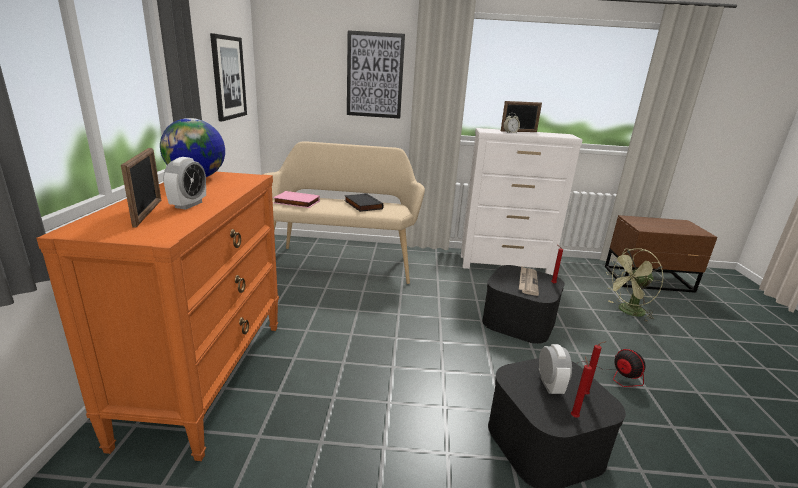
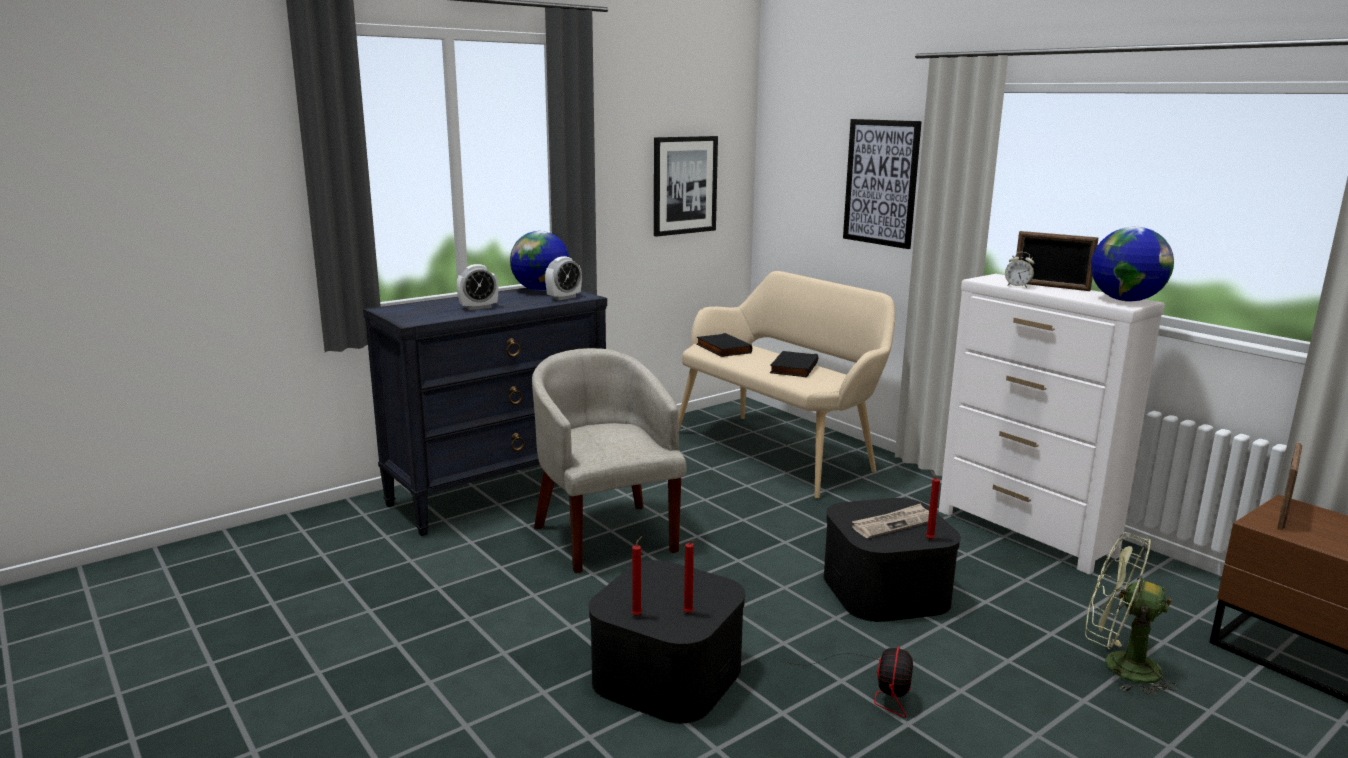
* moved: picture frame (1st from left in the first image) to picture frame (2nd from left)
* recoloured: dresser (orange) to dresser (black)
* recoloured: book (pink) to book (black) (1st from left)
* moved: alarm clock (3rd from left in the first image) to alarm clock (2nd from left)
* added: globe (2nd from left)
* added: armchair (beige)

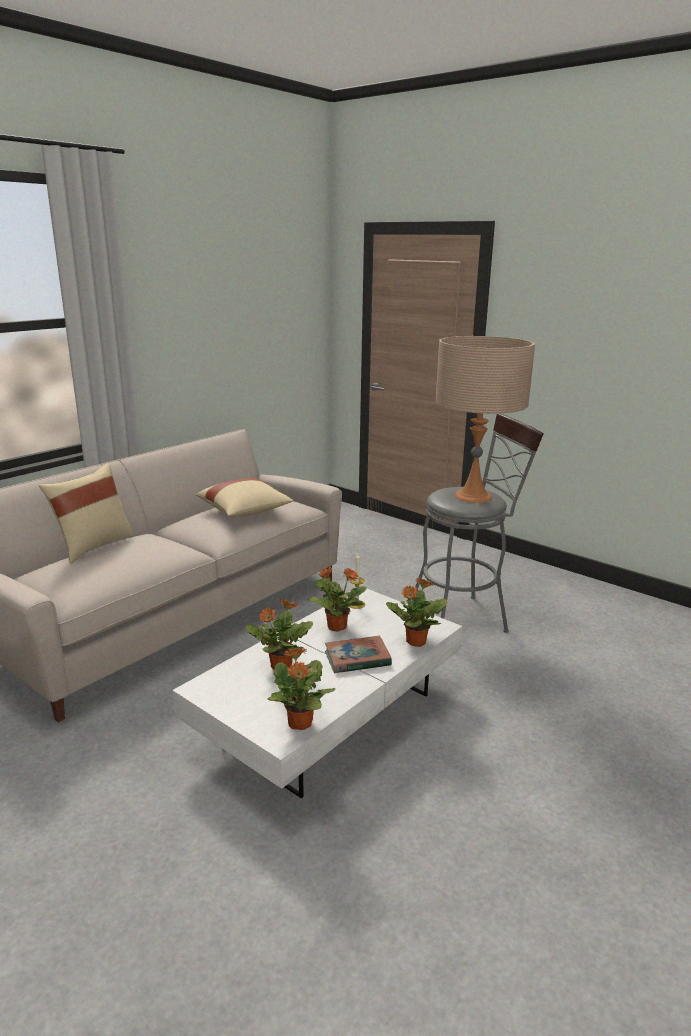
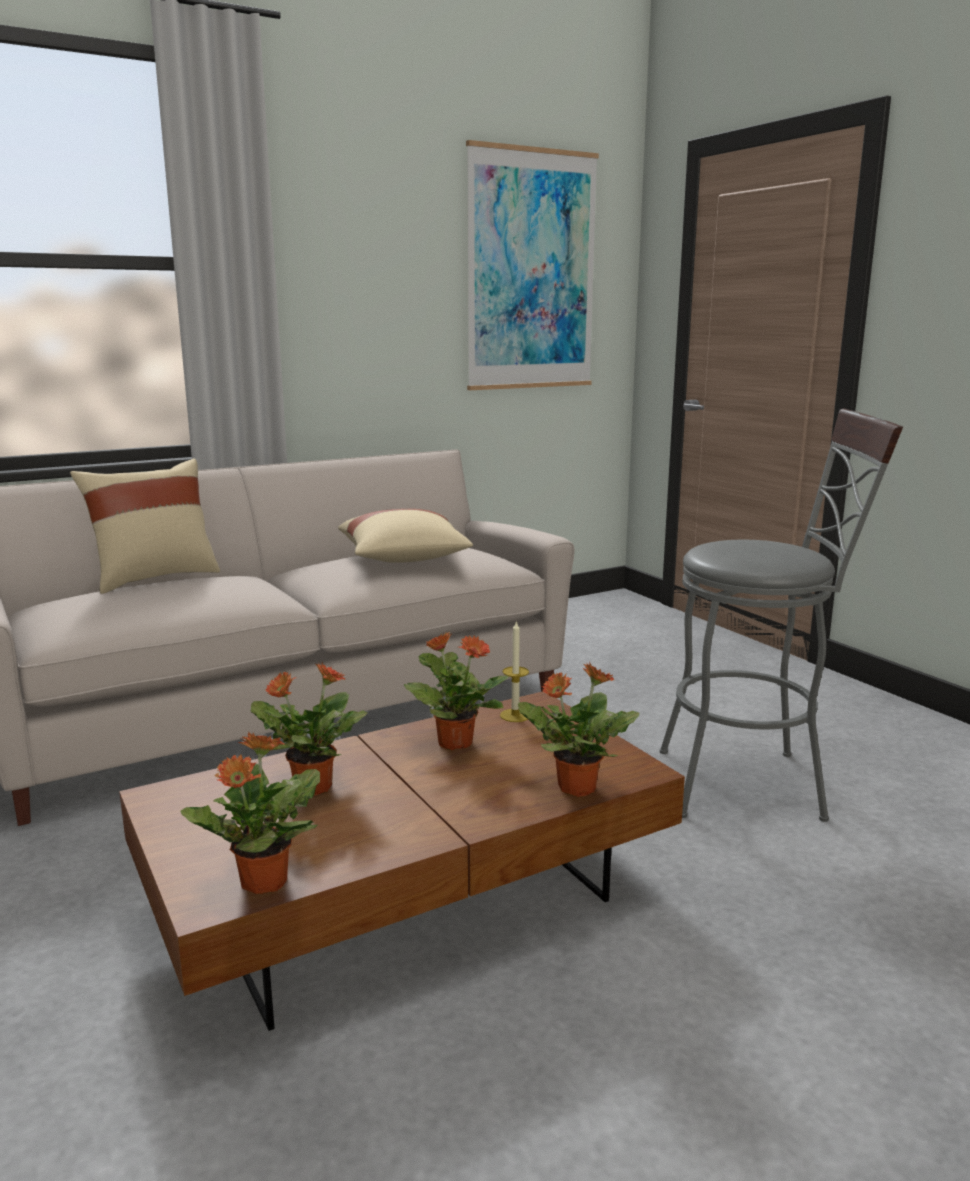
* removed: table lamp (beige)
* recoloured: coffee table (white) to coffee table (brown)
* removed: book
* added: picture

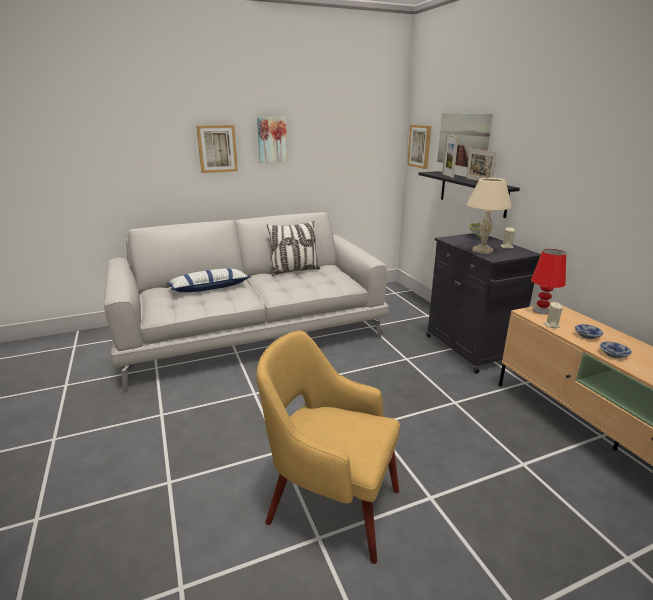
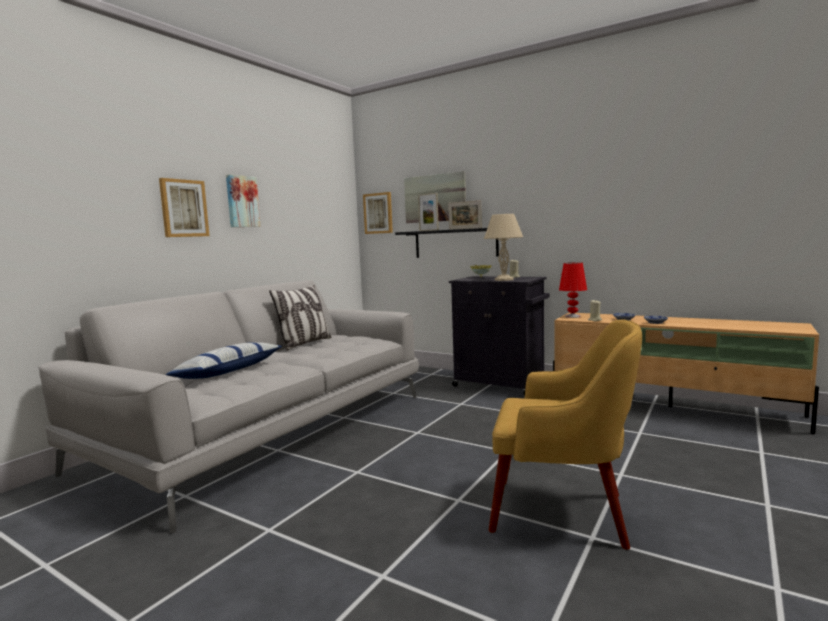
* turned: armchair (yellow) 150 degrees counterclockwise

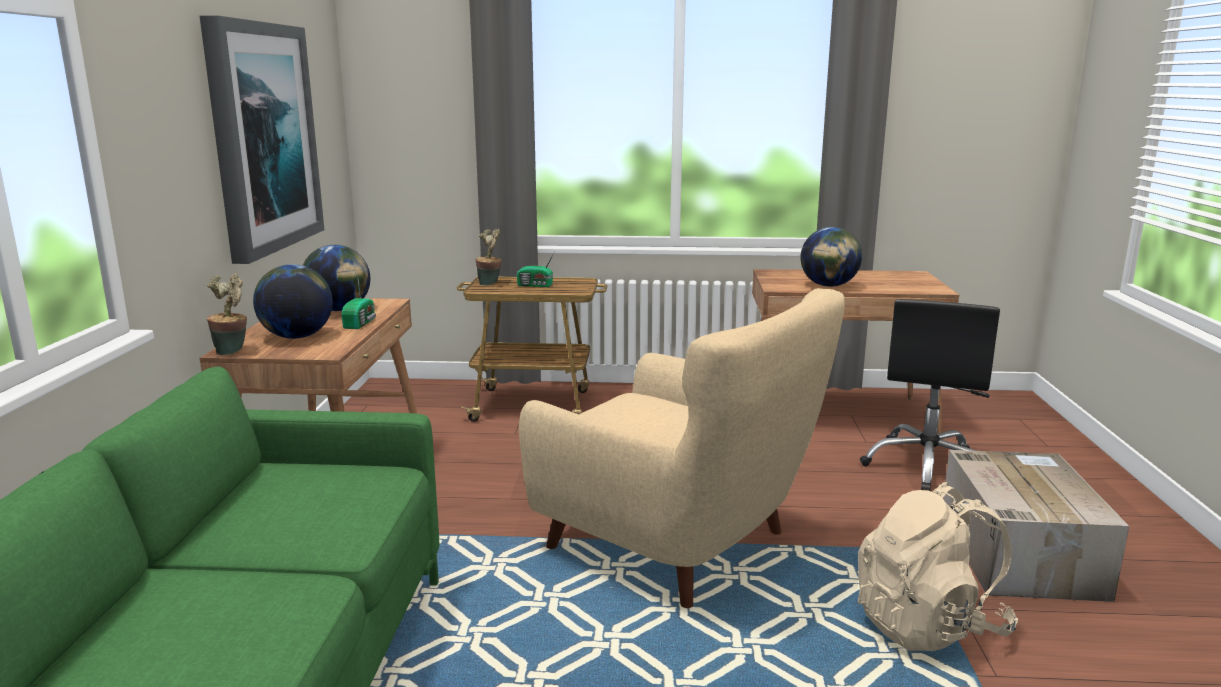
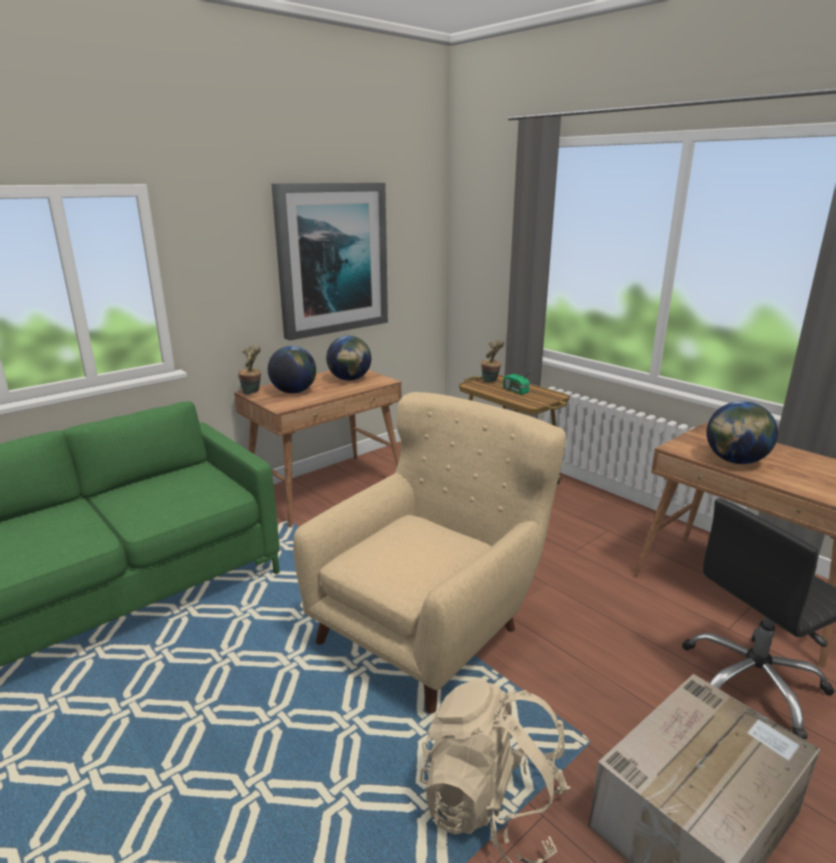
* removed: radio (1st from left)
* turned: armchair (beige) 135 degrees counterclockwise

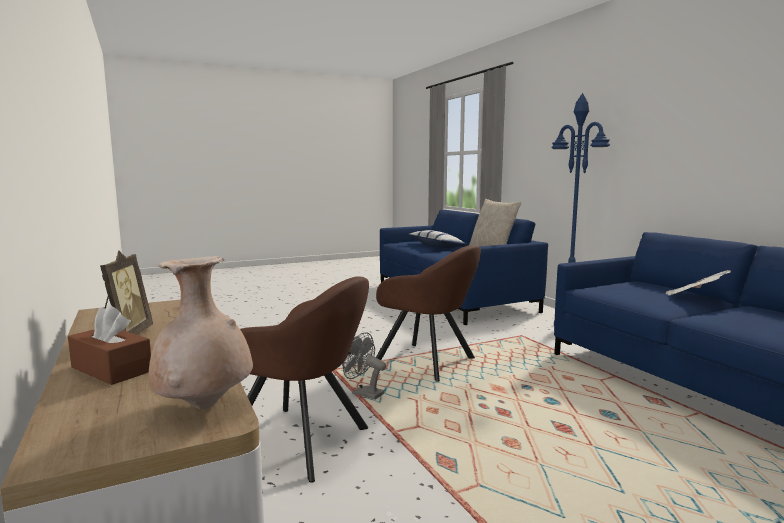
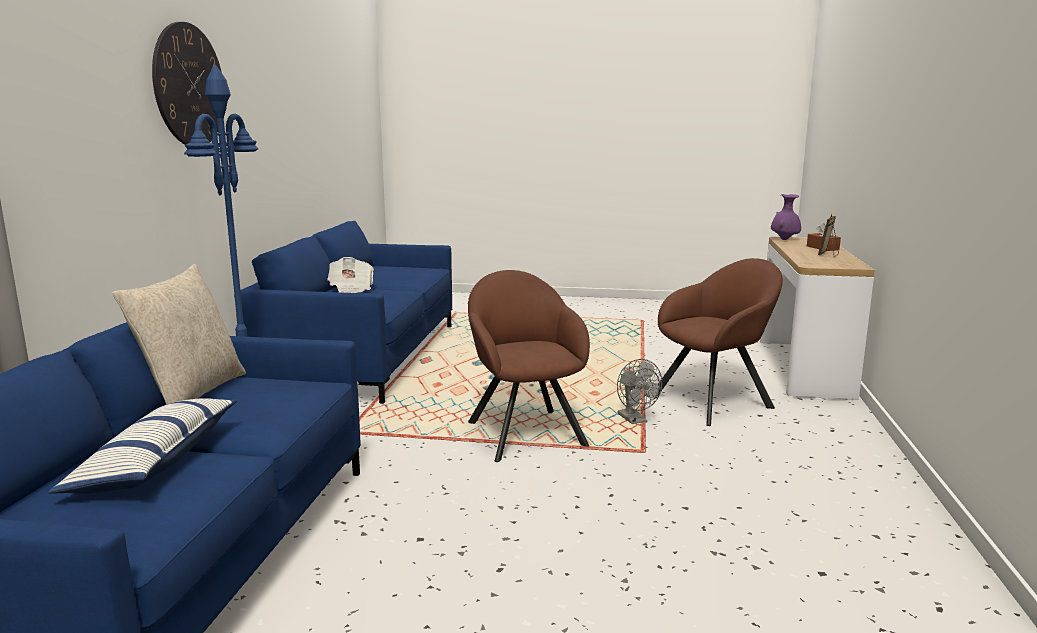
* recoloured: vase (beige) to vase (purple)
* turned: armchair (brown) (1st from left in the first image) 90 degrees clockwise
* added: wall clock

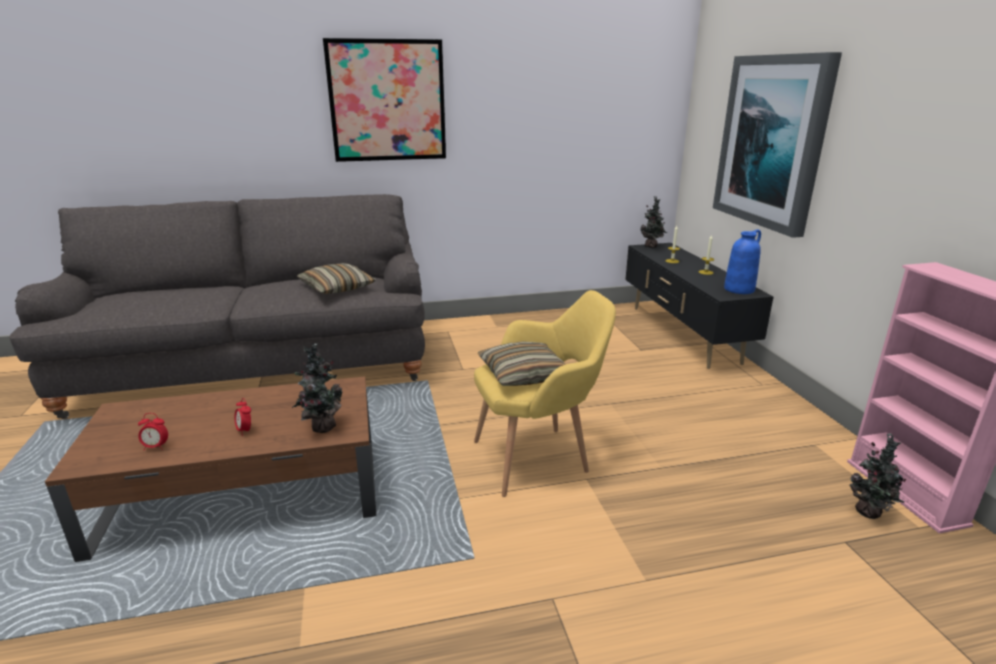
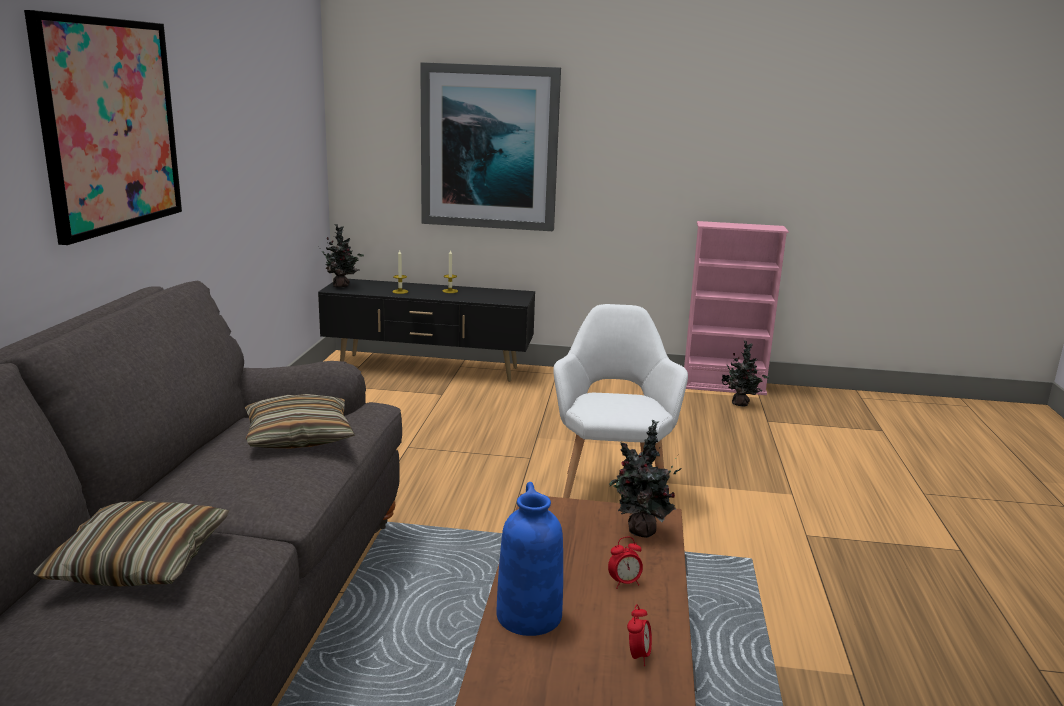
* moved: vase (blue)
* recoloured: armchair (yellow) to armchair (white)
* moved: pillow (2nd from left in the first image) to pillow (1st from left)

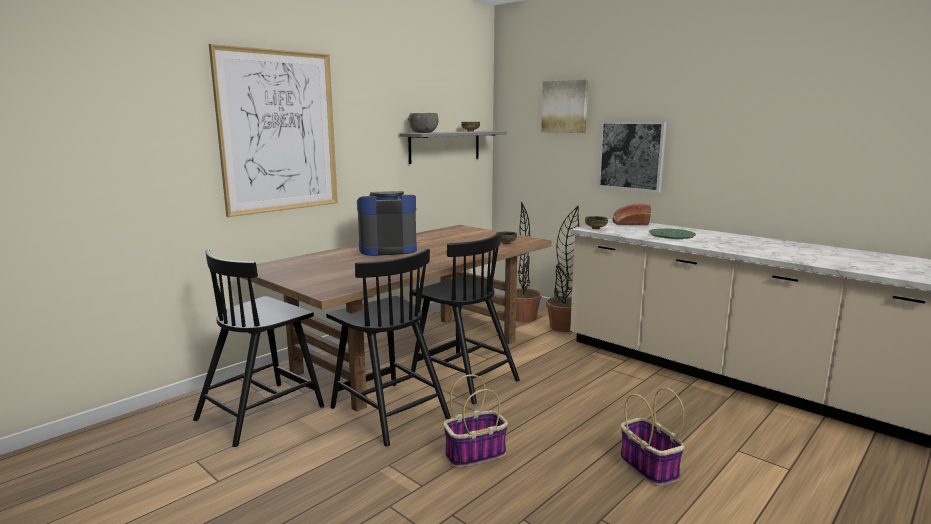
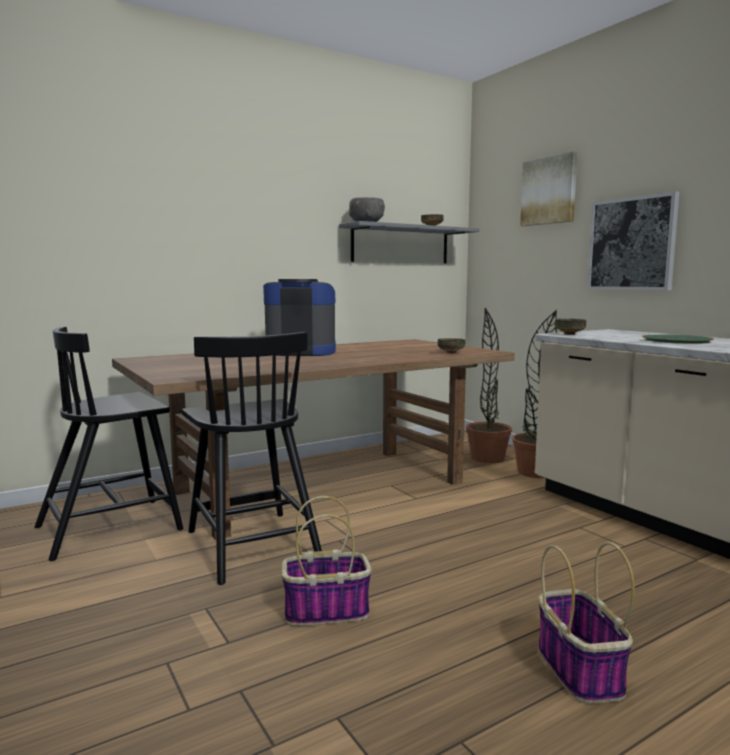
* removed: picture (1st from left)
* removed: bread
* removed: chair (black) (3rd from left)

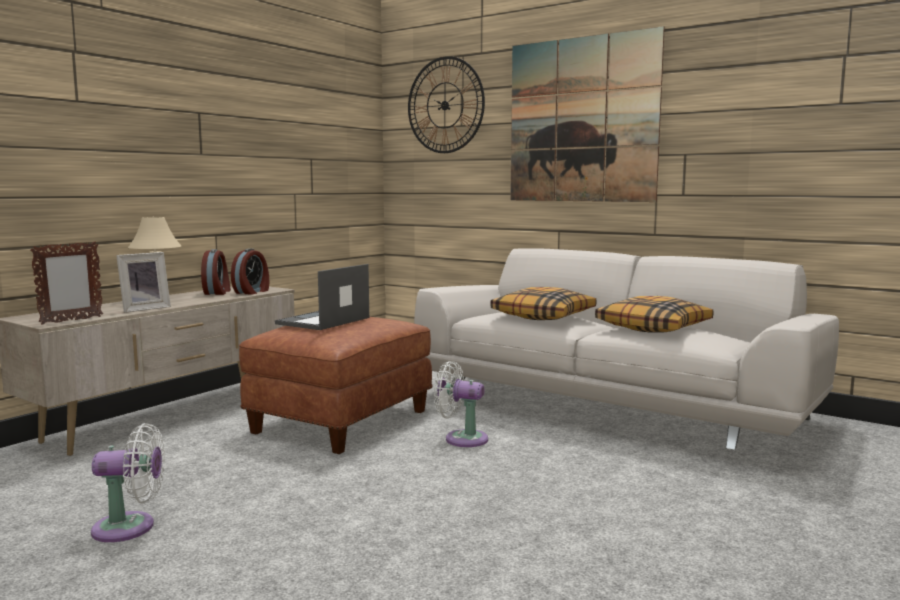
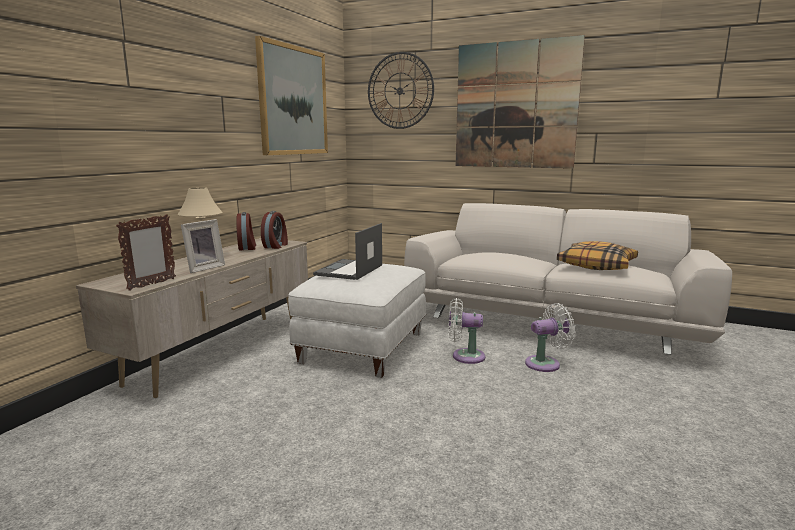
* removed: pillow (1st from left)
* recoloured: ottoman (brown) to ottoman (white)
* moved: fan (white) (1st from left in the first image) to fan (white) (2nd from left)
* added: picture (1st from left)

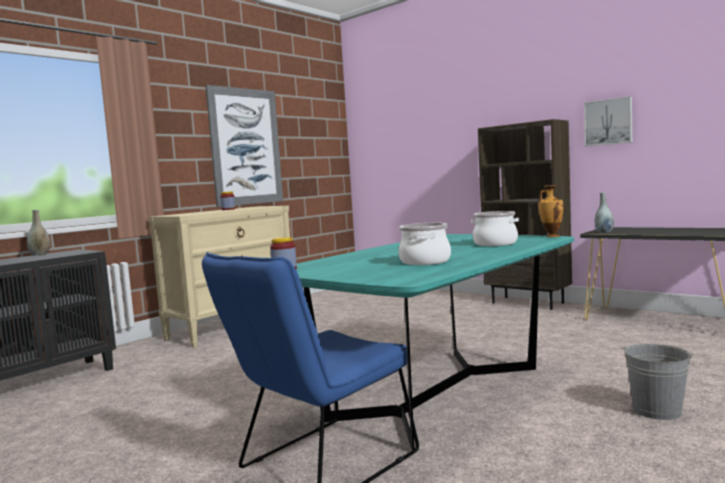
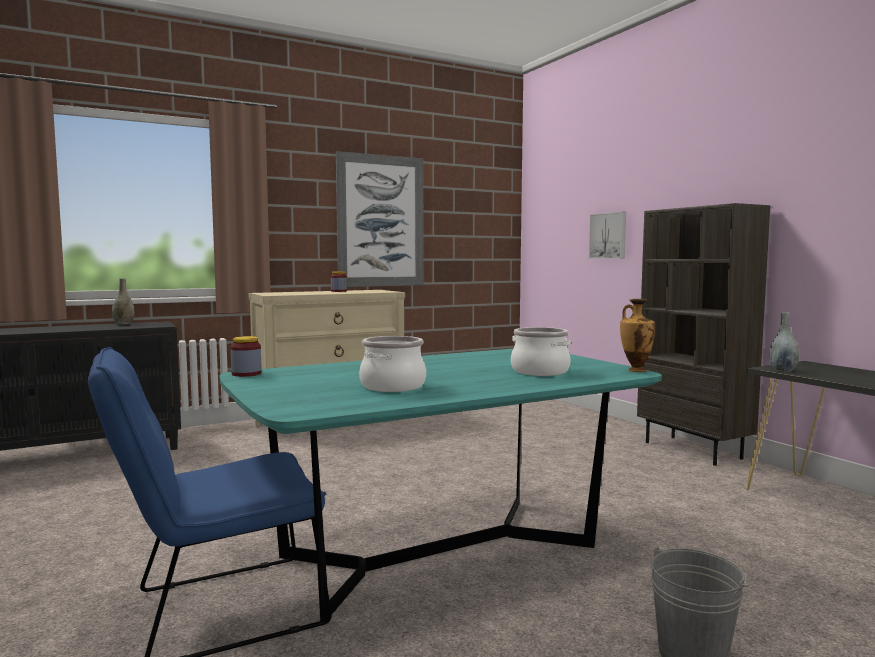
* moved: picture (2nd from left)

